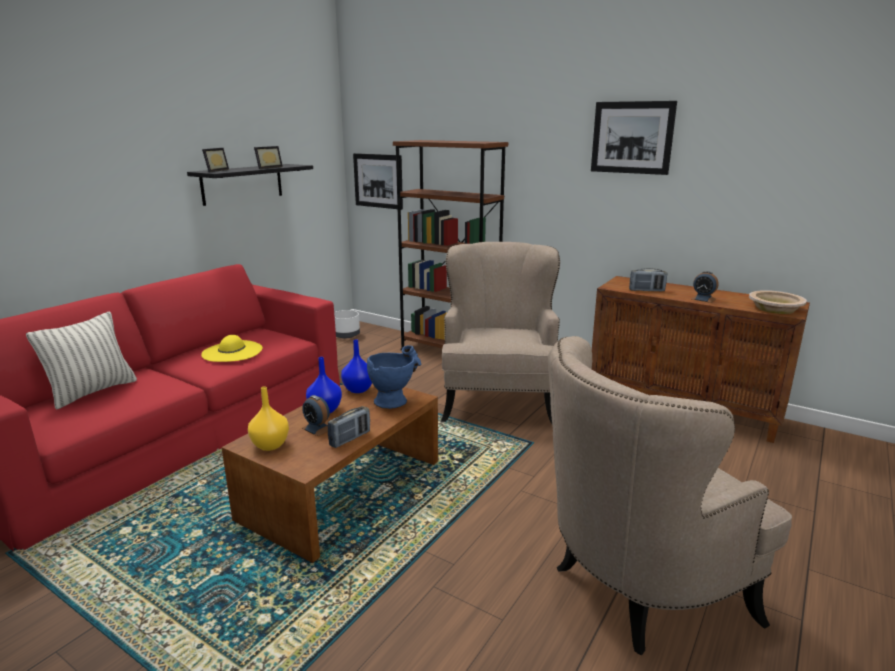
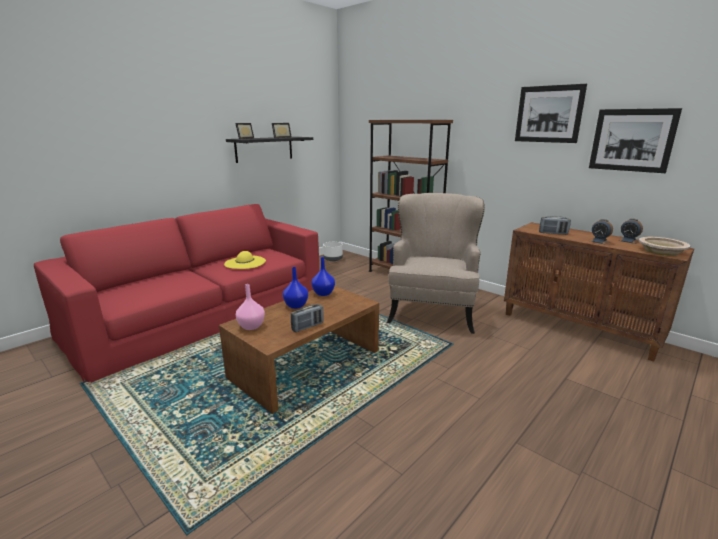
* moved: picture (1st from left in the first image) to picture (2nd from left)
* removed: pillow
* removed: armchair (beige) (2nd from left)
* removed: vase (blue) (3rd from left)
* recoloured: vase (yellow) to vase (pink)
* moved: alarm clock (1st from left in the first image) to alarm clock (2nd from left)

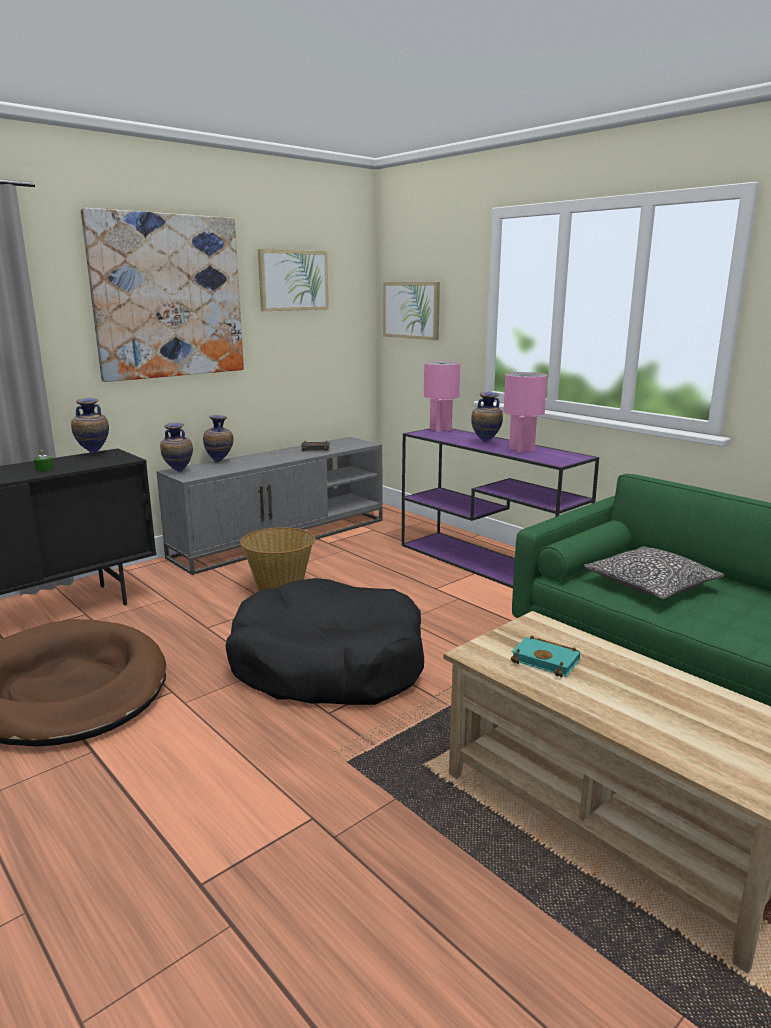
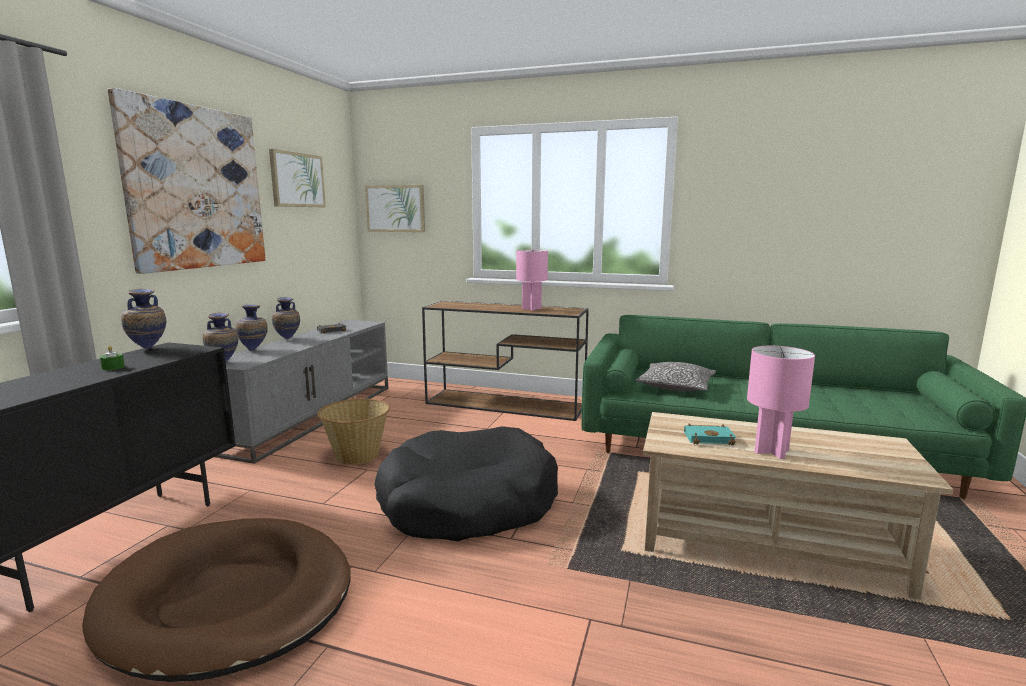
* moved: table lamp (pink) (1st from left in the first image) to table lamp (pink) (2nd from left)
* moved: vase (4th from left)
* recoloured: console table (purple) to console table (brown)

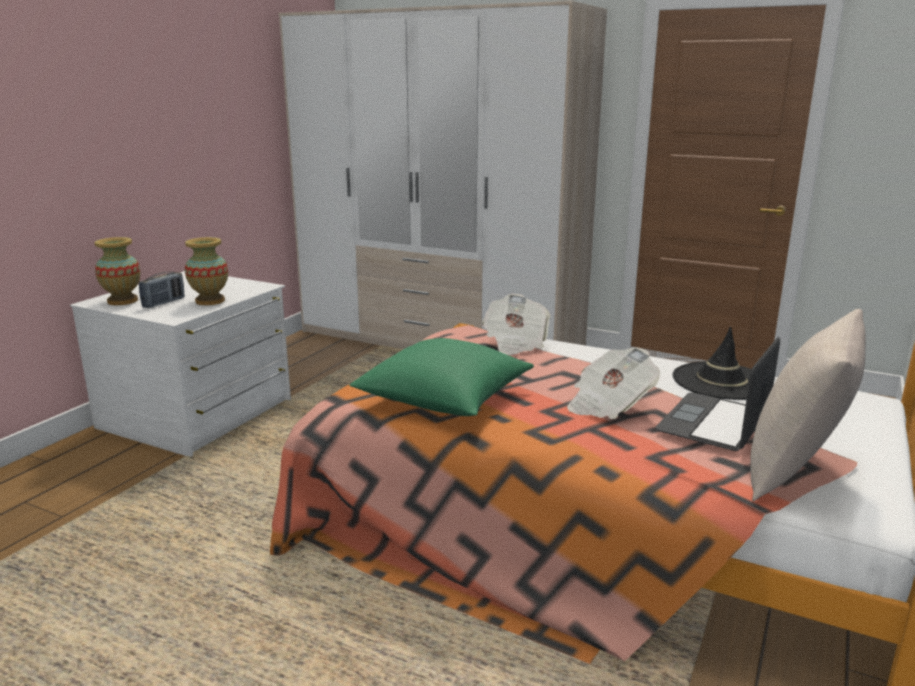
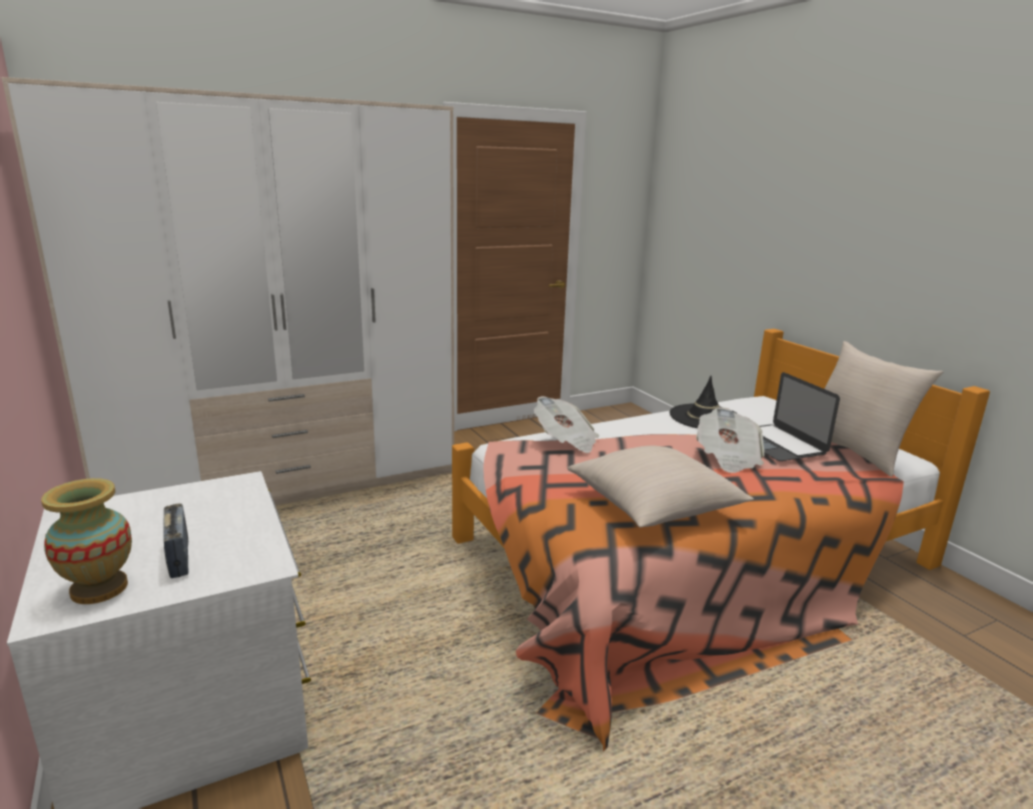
* removed: vase (2nd from left)
* recoloured: pillow (green) to pillow (beige) (1st from left)

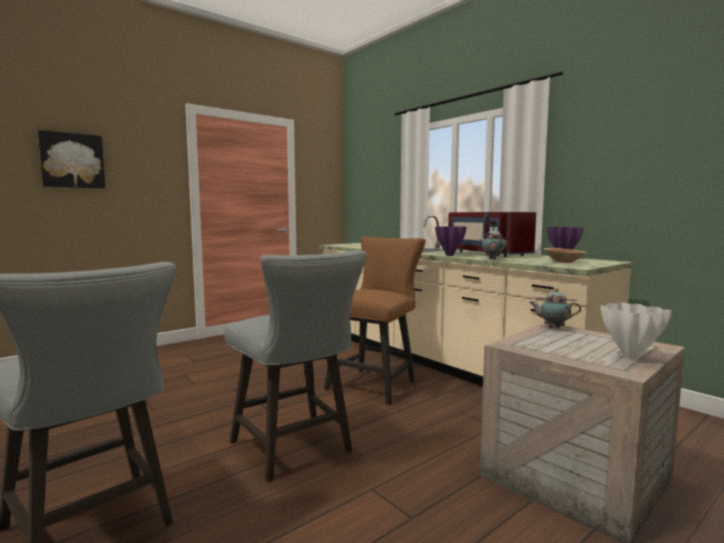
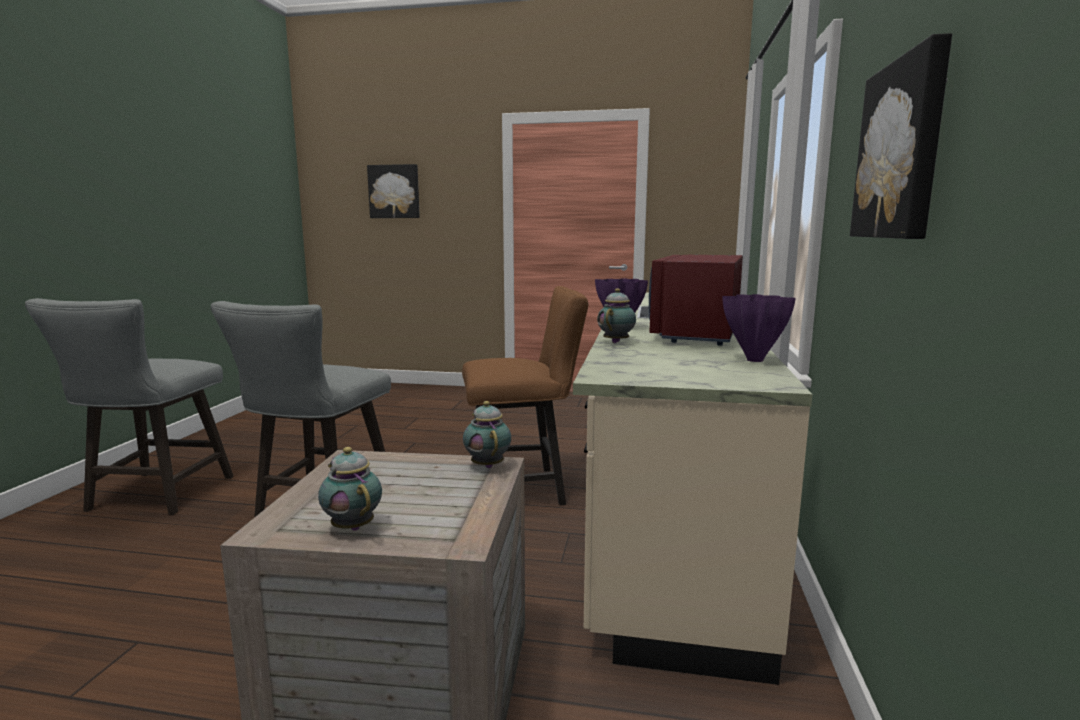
* removed: bowl (brown)
* replaced: vase (white) to teapot (1st from left)
* added: picture (2nd from left)

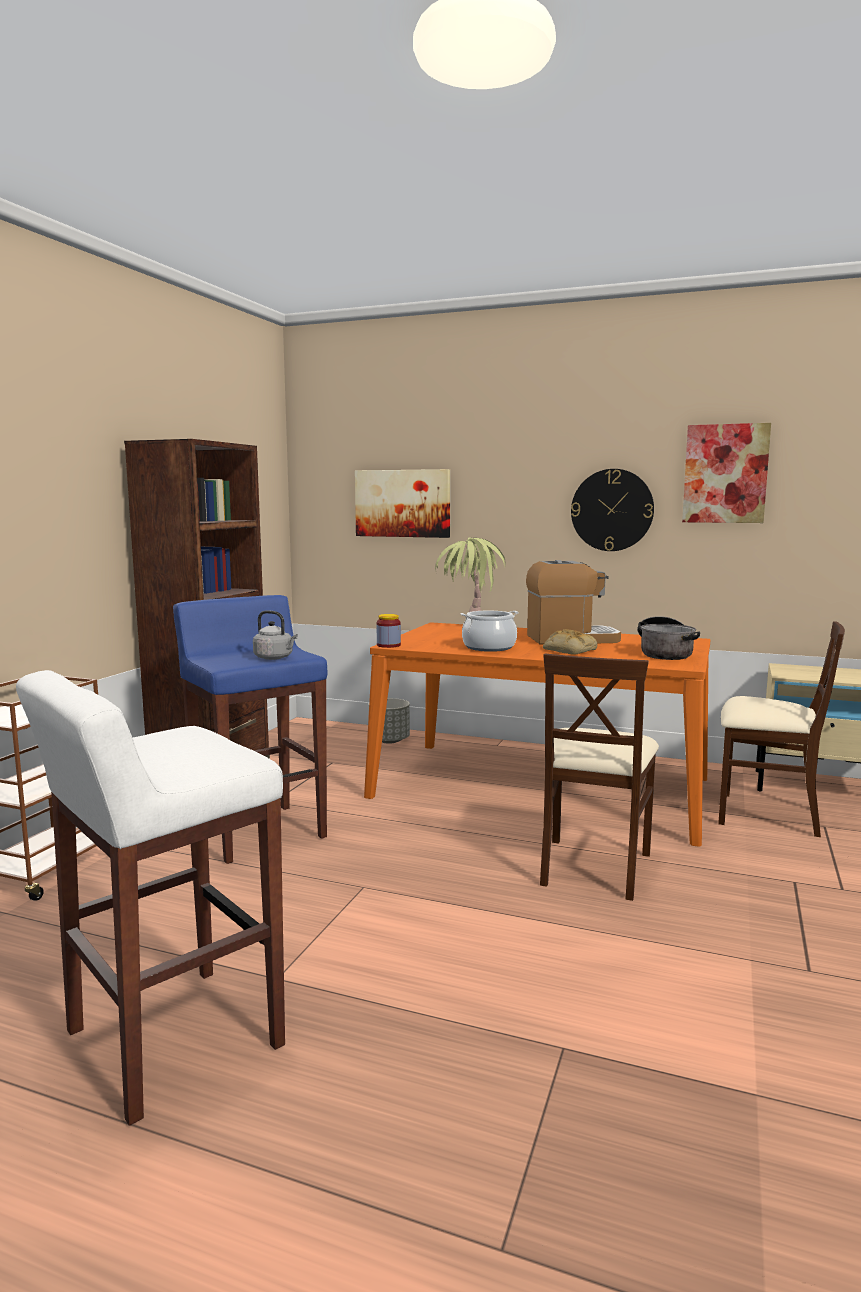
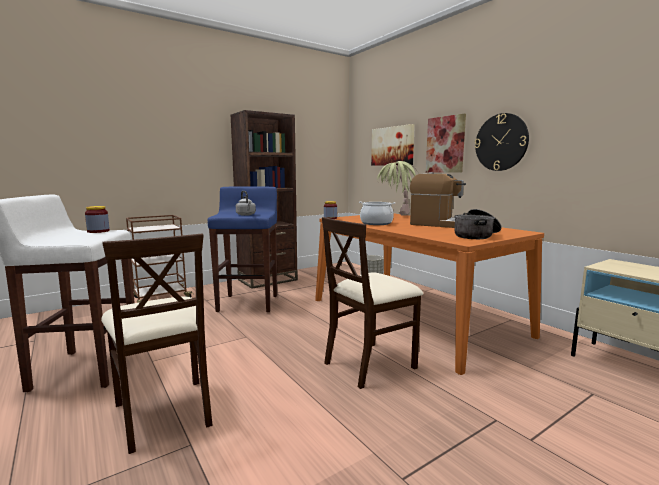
* moved: picture (2nd from left)
* moved: chair (beige) (2nd from left in the first image) to chair (beige) (1st from left)
* removed: bread
* added: jar (1st from left)

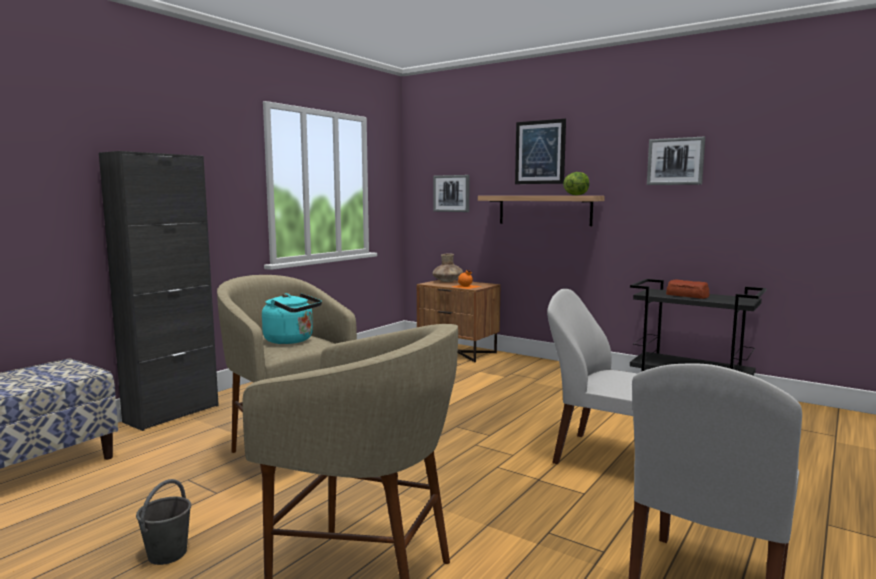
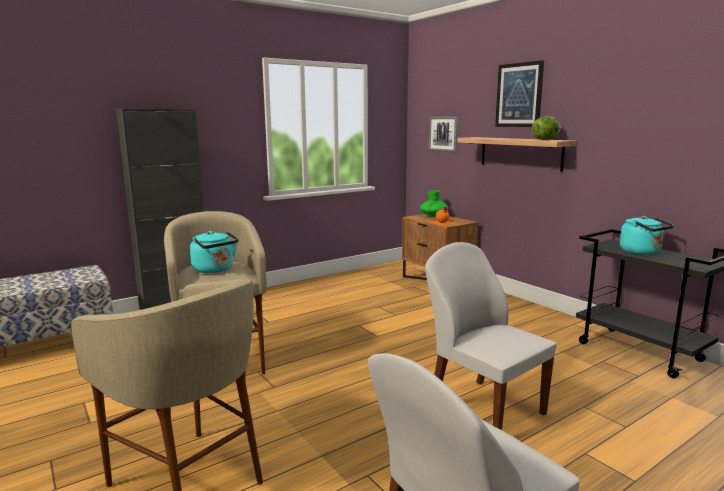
* removed: picture (3rd from left)
* recoloured: vase (brown) to vase (green)
* replaced: bread to kettle (turquoise) (2nd from left)
* removed: bucket (grey)

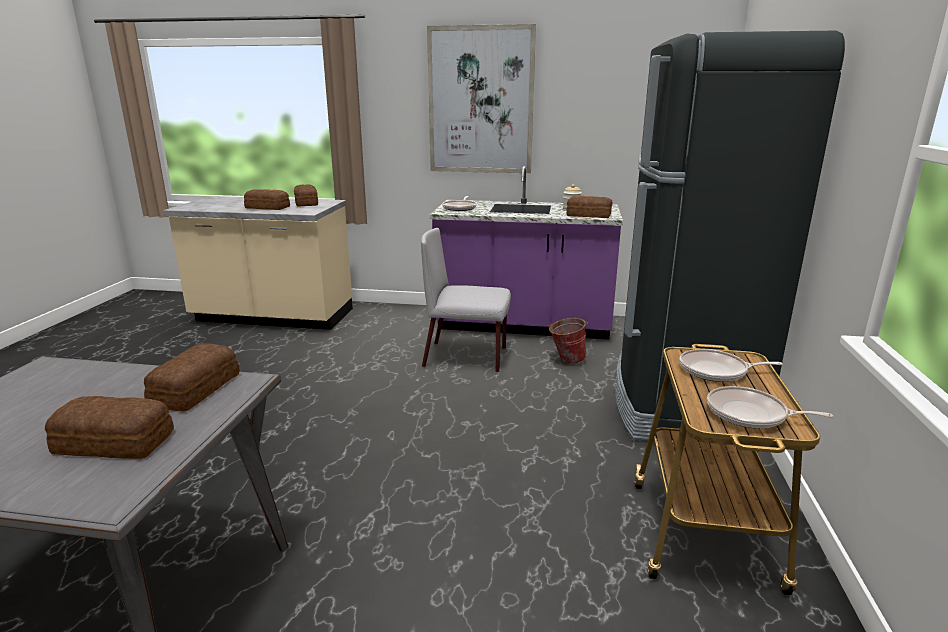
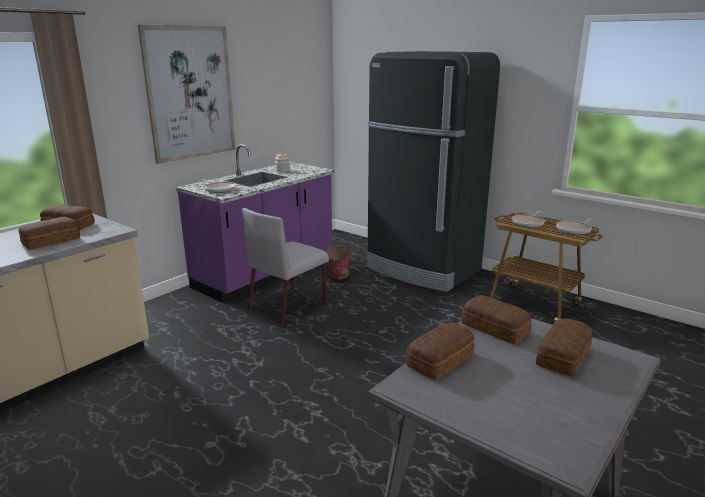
* moved: bread (5th from left in the first image) to bread (3rd from left)

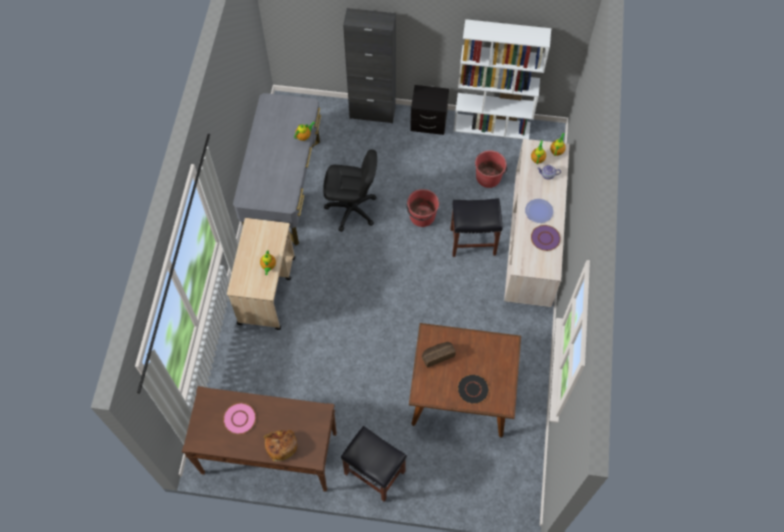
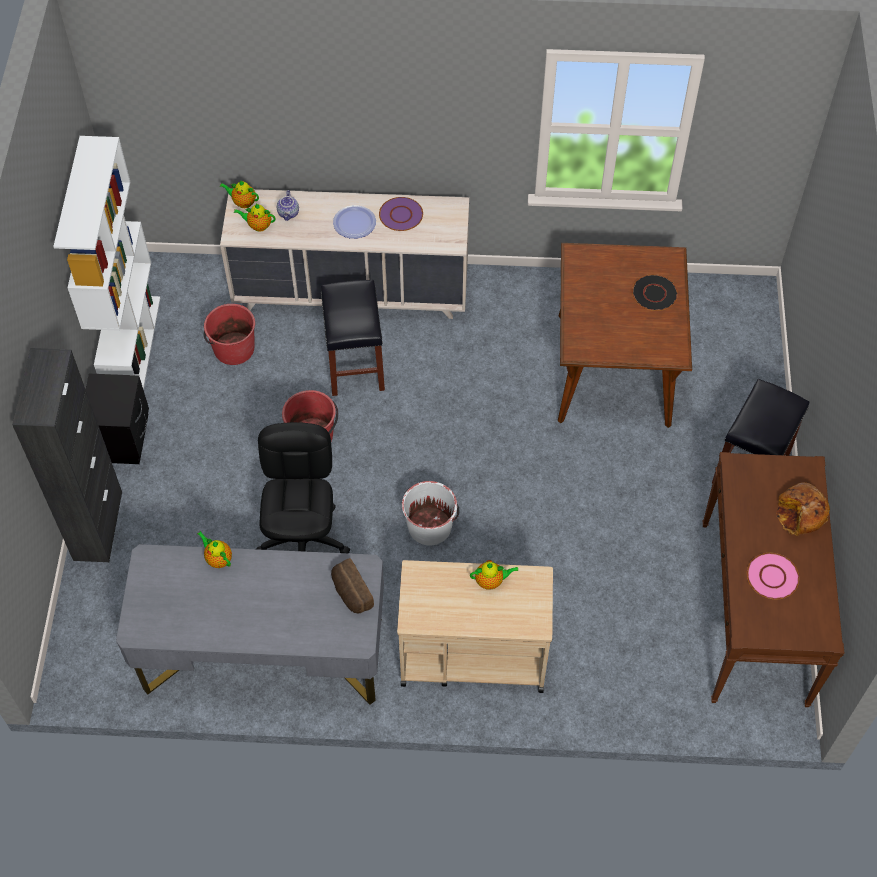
* moved: bread (2nd from left in the first image) to bread (1st from left)
* added: bucket (white)

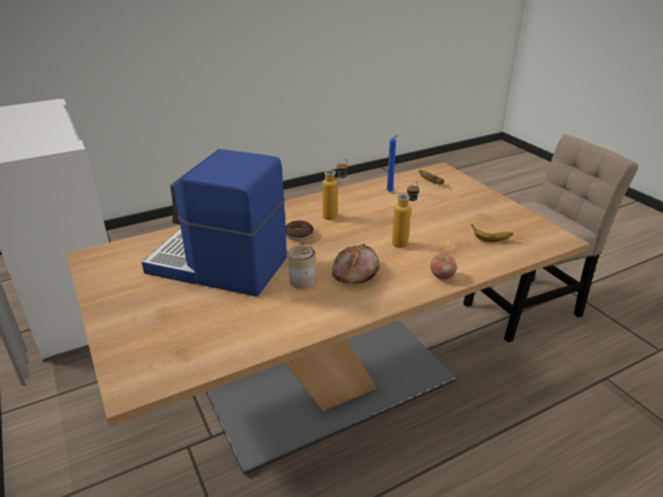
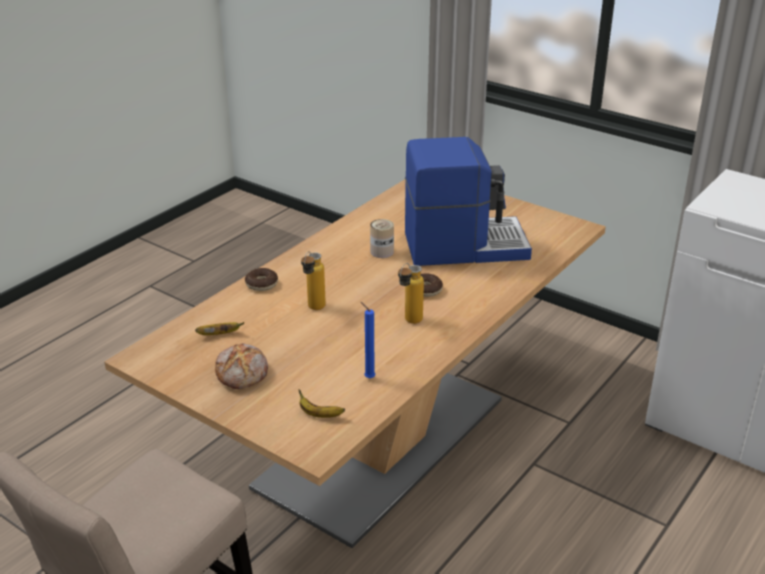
* moved: bread
* replaced: apple to donut (1st from left)

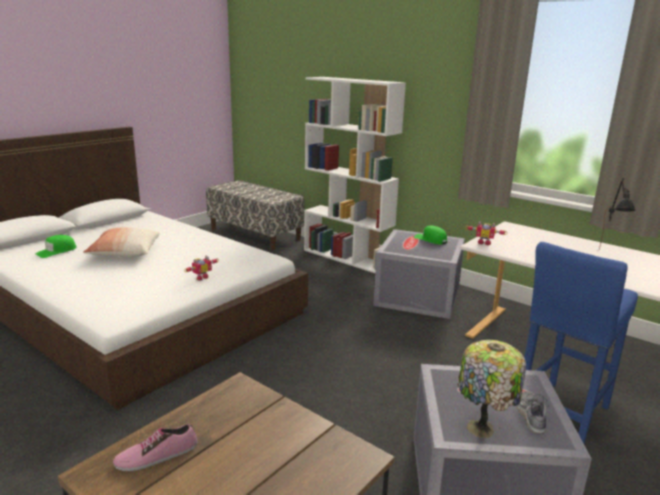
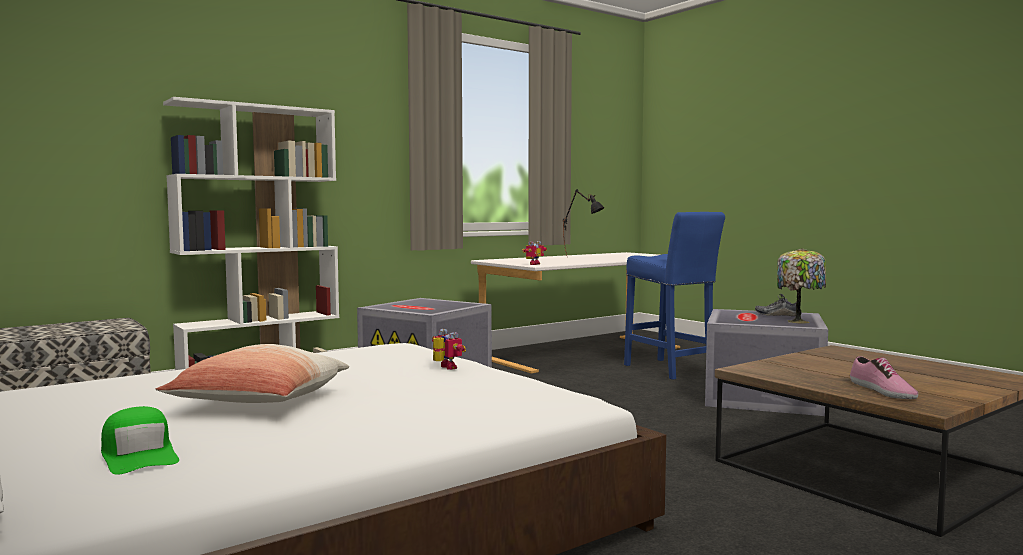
* removed: cap (green) (2nd from left)

